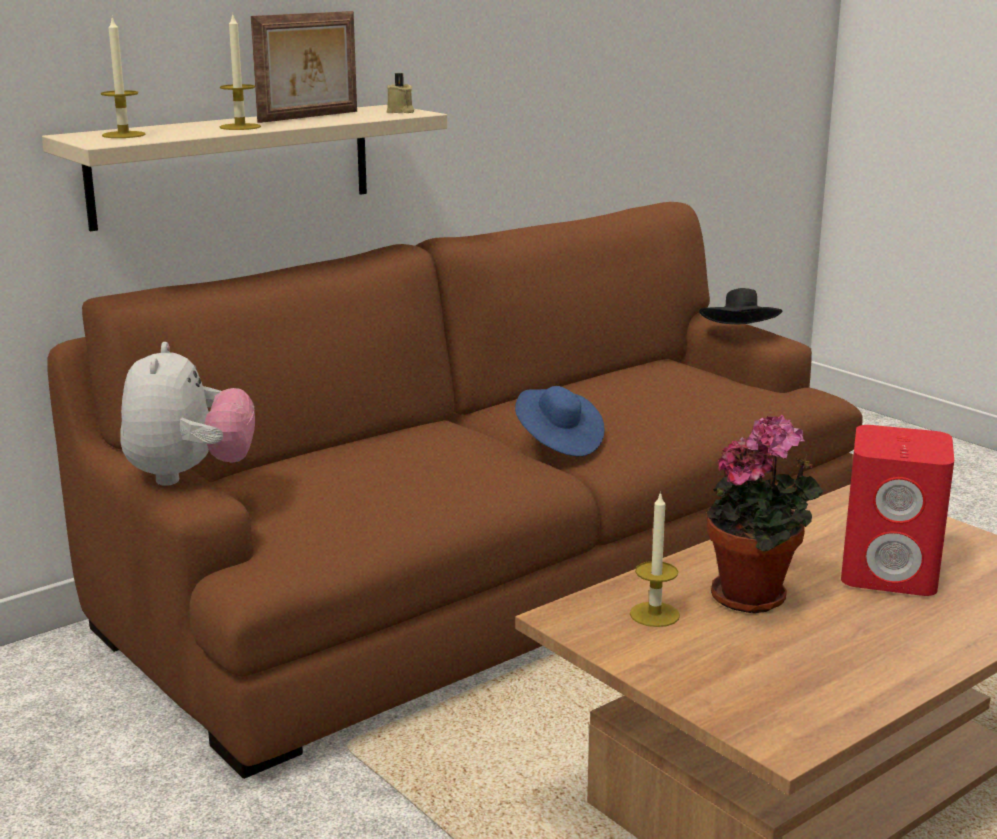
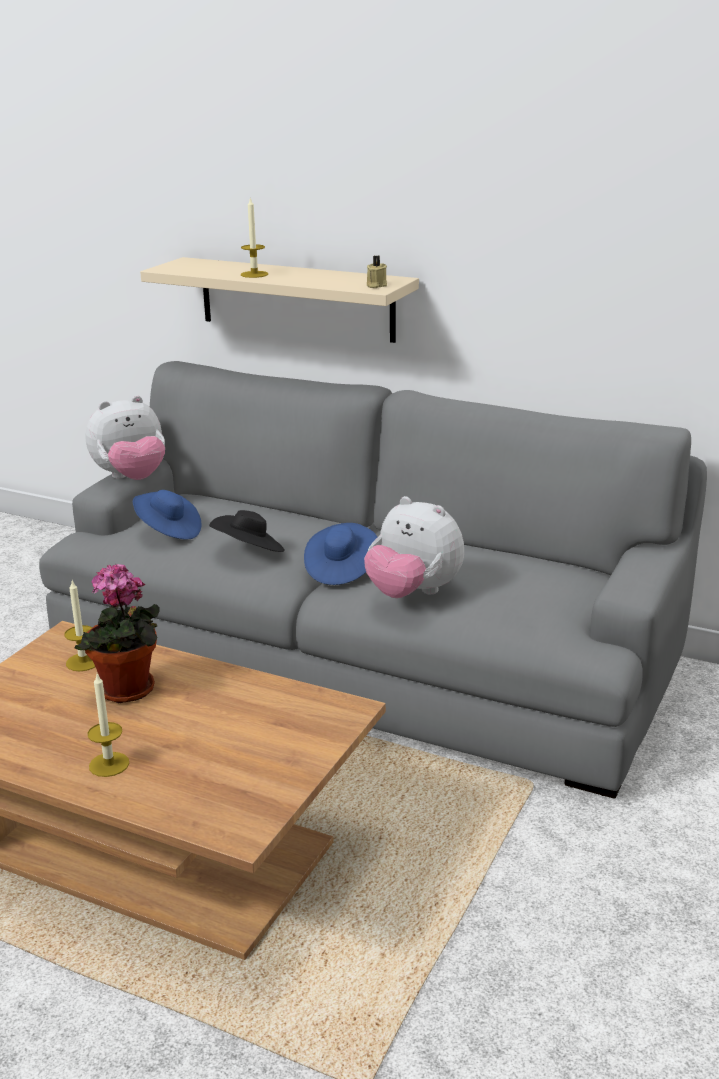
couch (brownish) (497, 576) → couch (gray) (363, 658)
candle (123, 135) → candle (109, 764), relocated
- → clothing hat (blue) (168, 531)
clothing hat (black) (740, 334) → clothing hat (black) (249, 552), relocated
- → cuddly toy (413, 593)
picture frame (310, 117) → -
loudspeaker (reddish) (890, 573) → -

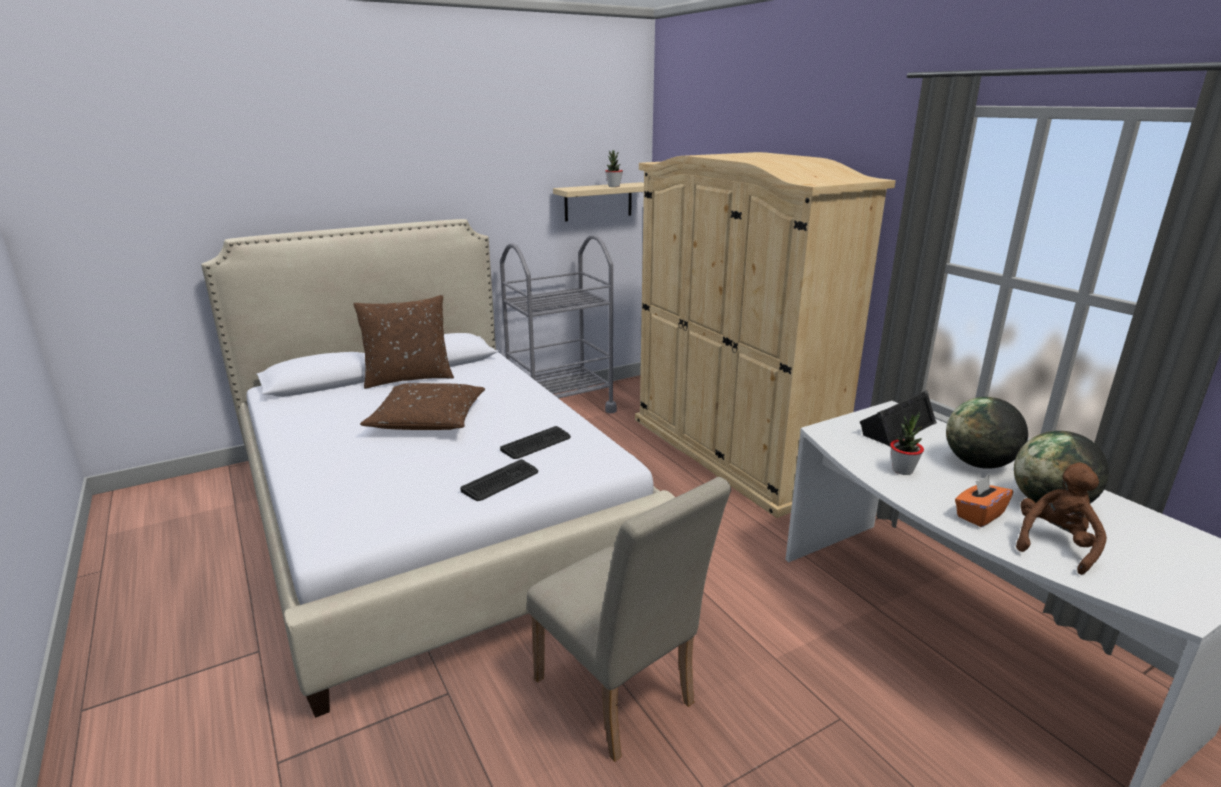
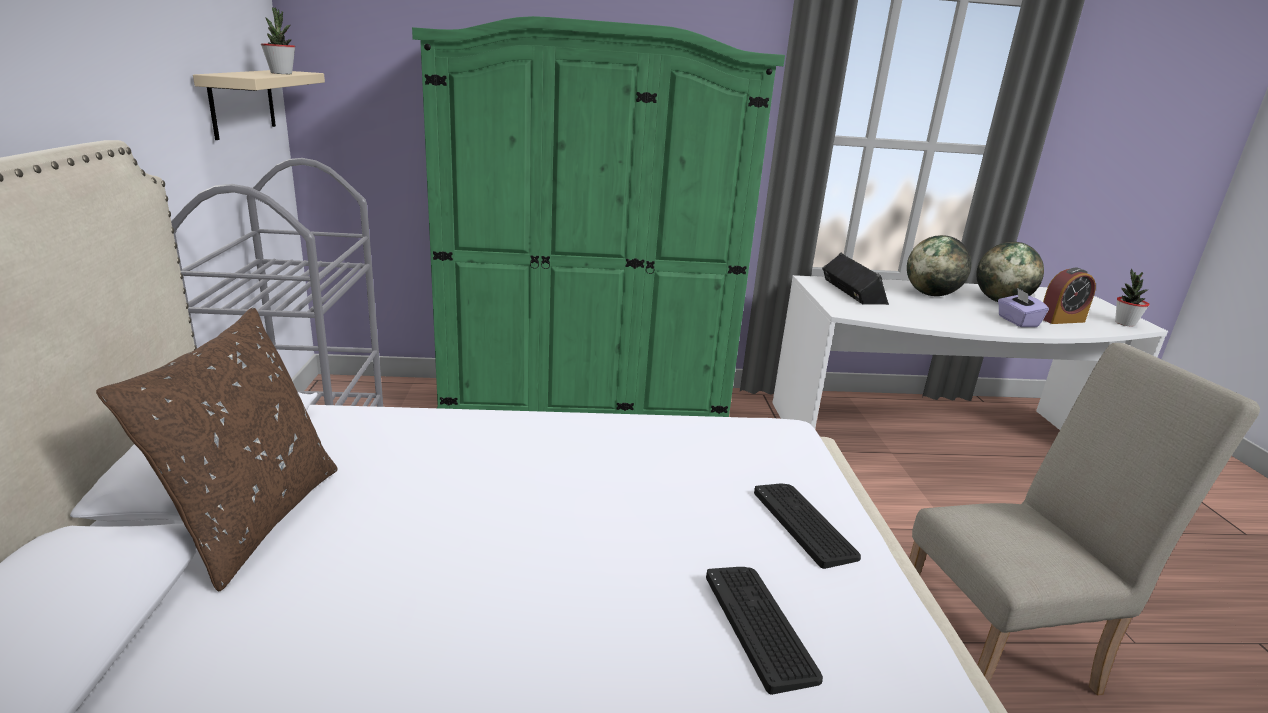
clothes cupboard (beige-coloured) (731, 452) → clothes cupboard (green-coloured) (585, 406)
computer keyboard (536, 444) → computer keyboard (760, 625), relocated
tissue holder (orangey) (979, 515) → tissue holder (purplish) (1017, 321)
cuddly toy (brownish) (1055, 545) → alarm clock (1061, 320)
houseplant (902, 470) → houseplant (1124, 323), relocated
throw pillow (brownish) (427, 419) → -

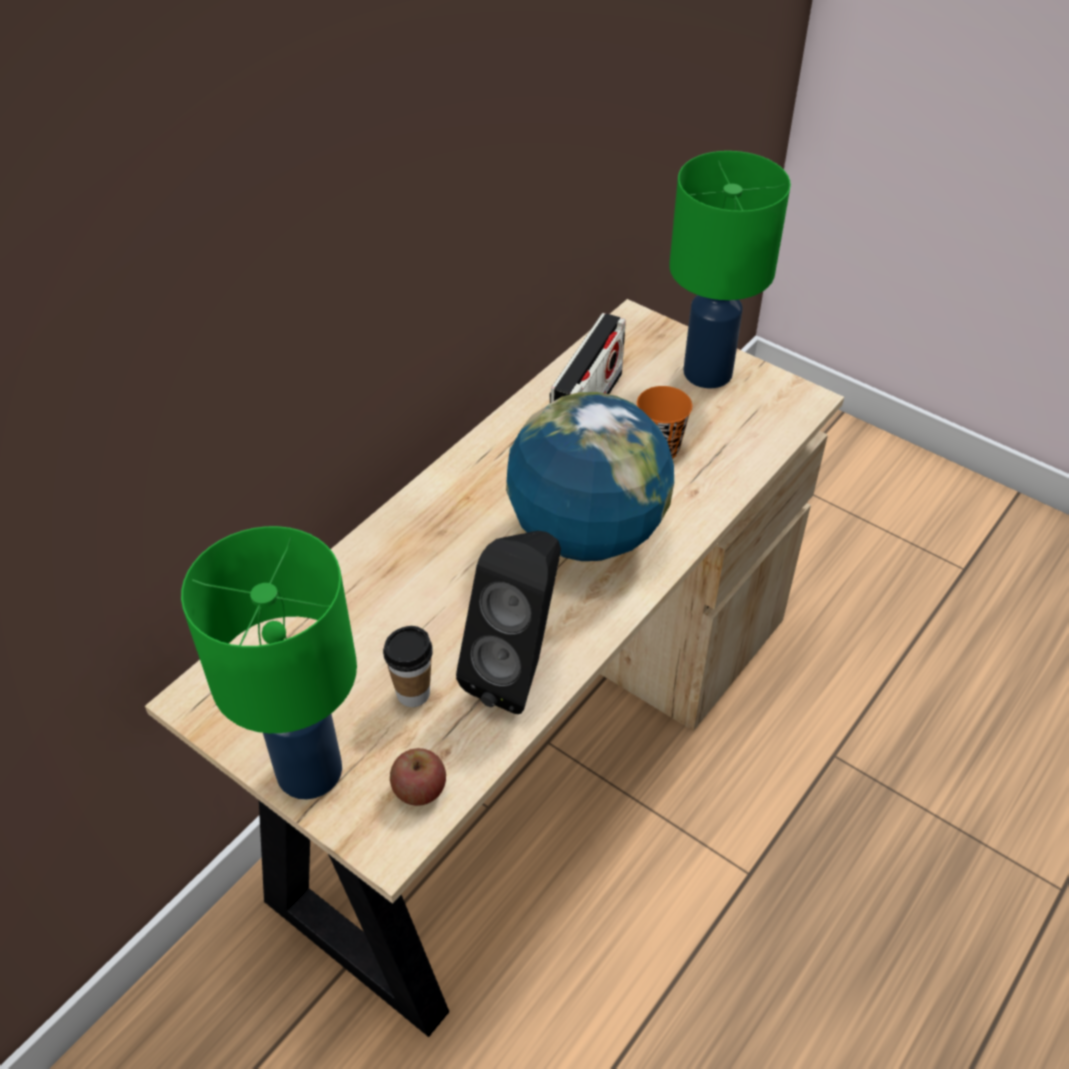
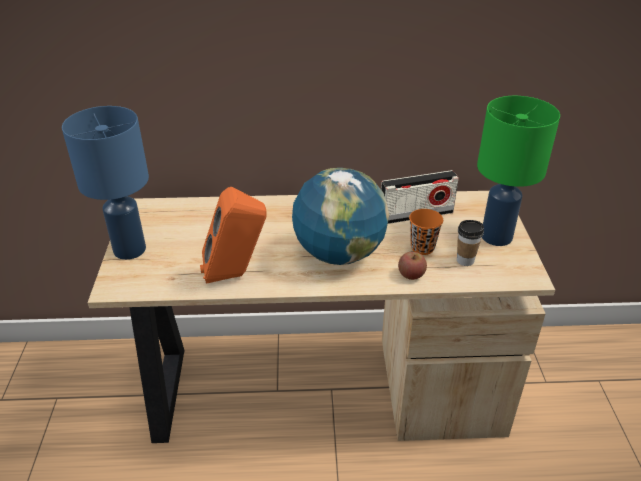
lamp for a table (green-coloured) (308, 769) → lamp for a table (blue) (130, 249)
loudspeaker (black) (518, 671) → loudspeaker (orangey) (236, 275)
apple fruit (419, 789) → apple fruit (411, 274), relocated
small cup (413, 693) → small cup (465, 260), relocated

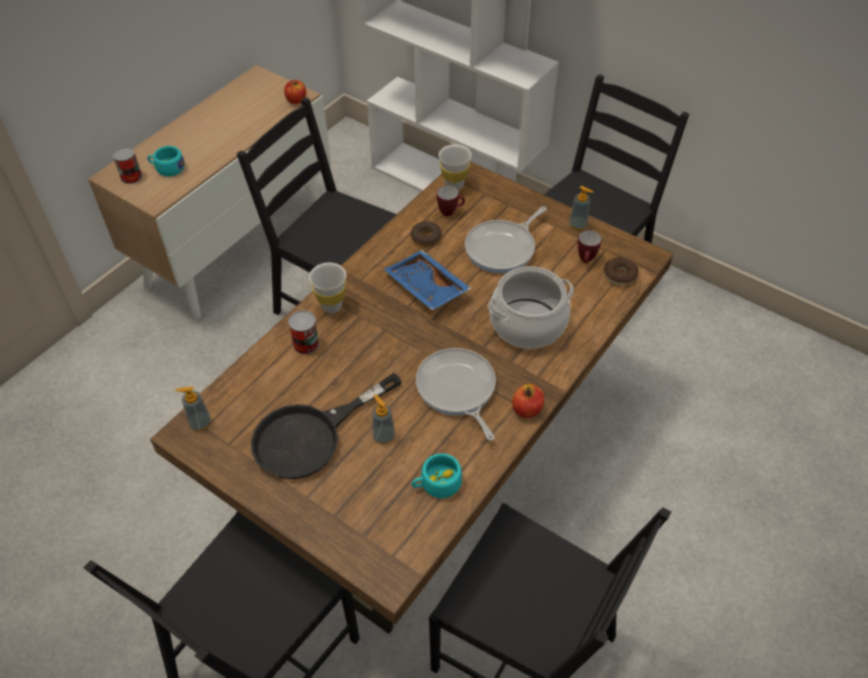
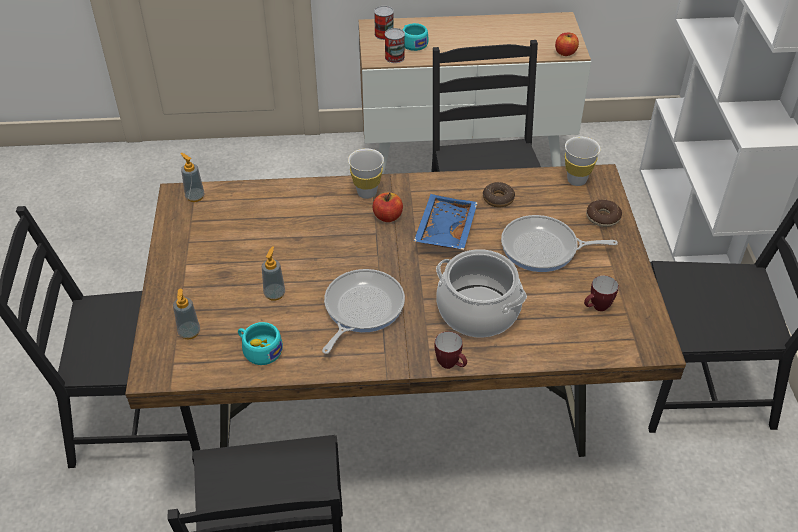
soap dispenser (578, 225) → soap dispenser (189, 332), relocated
apple fruit (527, 409) → apple fruit (387, 216), relocated
can (306, 344) → can (394, 57), relocated
tea mug (450, 212) → tea mug (451, 365), relocated
doughnut (620, 275) → doughnut (603, 217), relocated
pan (black) (311, 436) → -

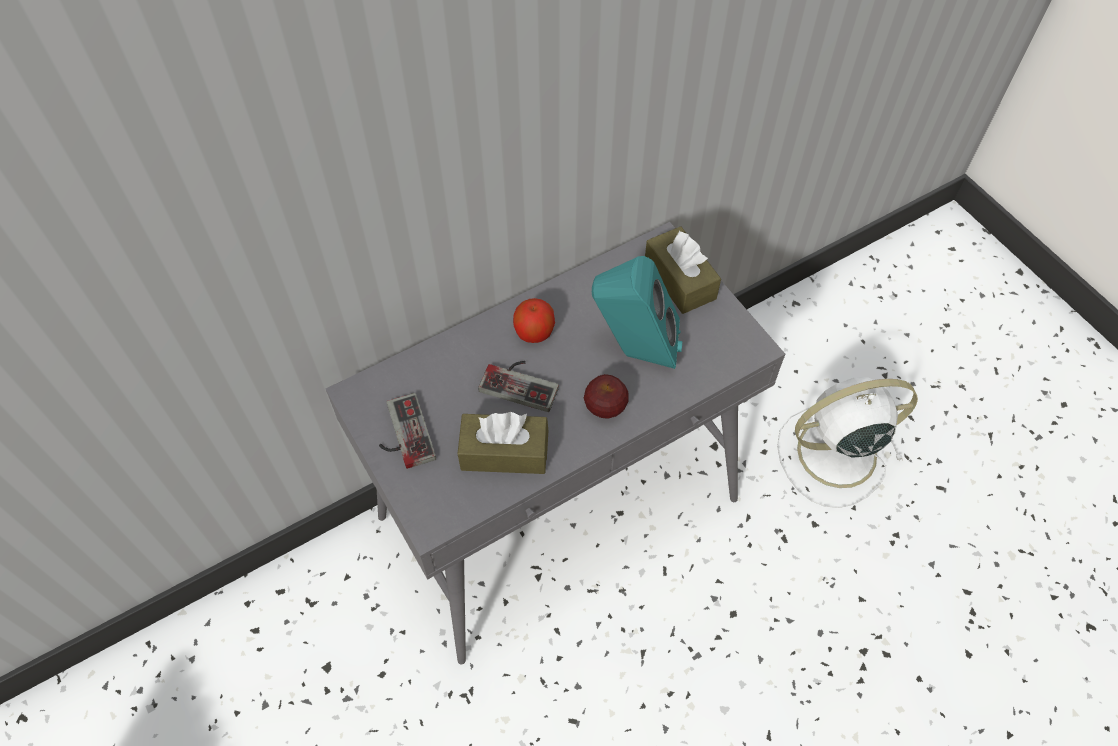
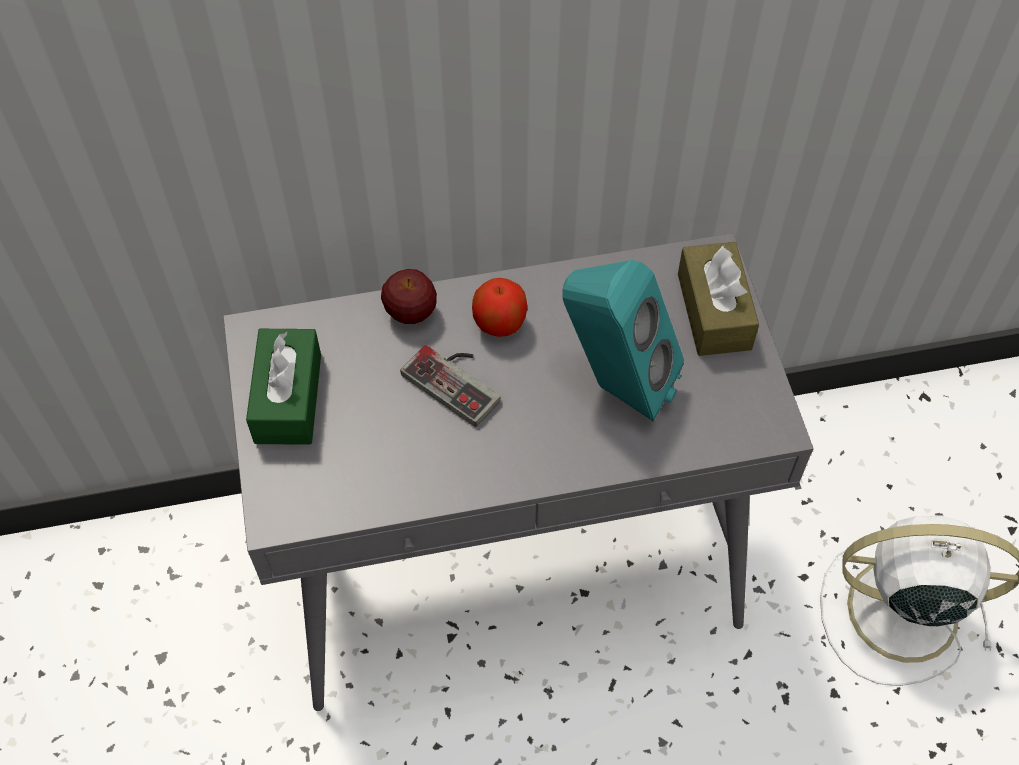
joypad (402, 434) → tissue holder (green-coloured) (288, 398)
apple fruit (605, 408) → apple fruit (411, 313), relocated
tissue holder (brownish) (504, 452) → -

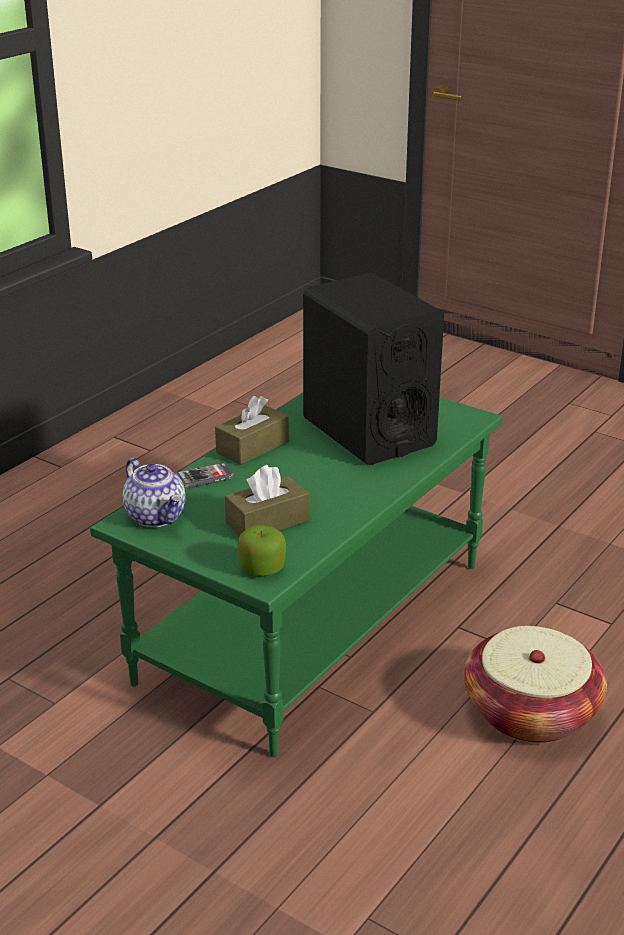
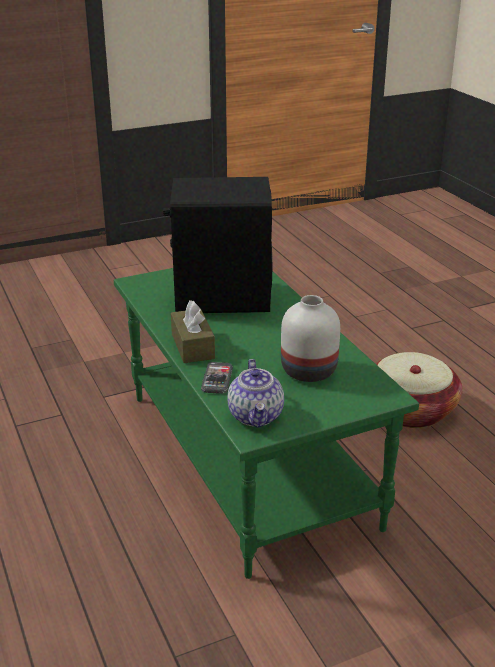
tea pot (156, 516) → tea pot (256, 416), 90 degrees clockwise
tissue holder (brownish) (267, 522) → flower vase (whitish) (310, 371)
apple fruit (262, 568) → -

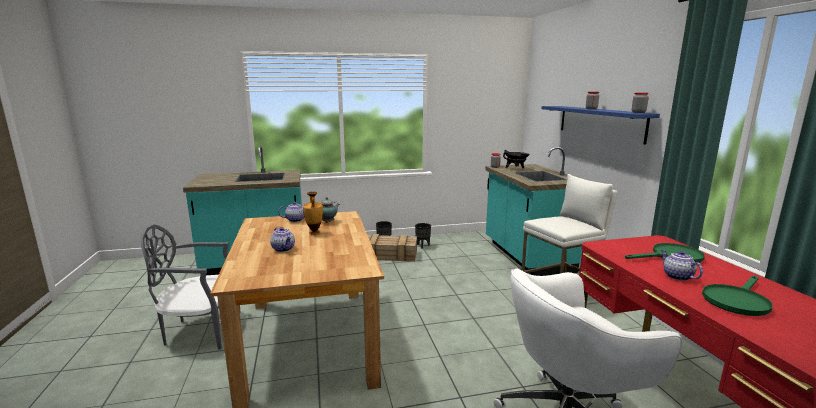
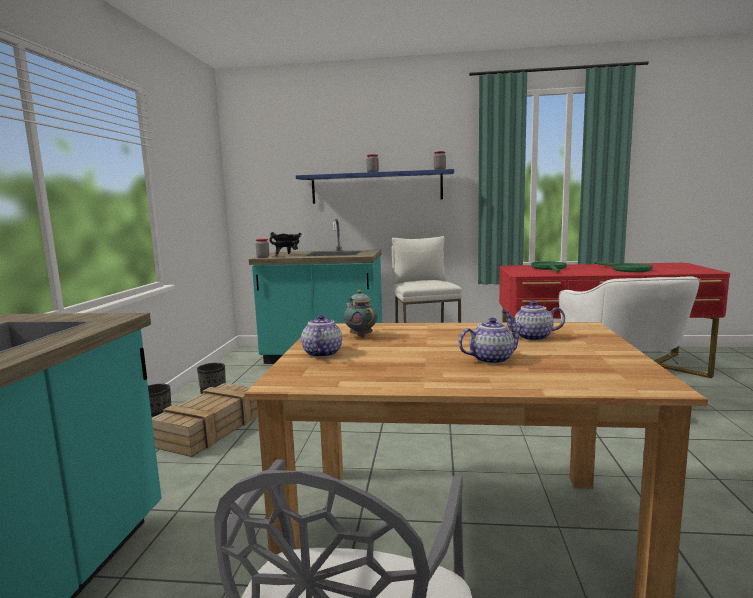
tea pot (676, 276) → tea pot (532, 337), relocated
flower vase (314, 233) → -

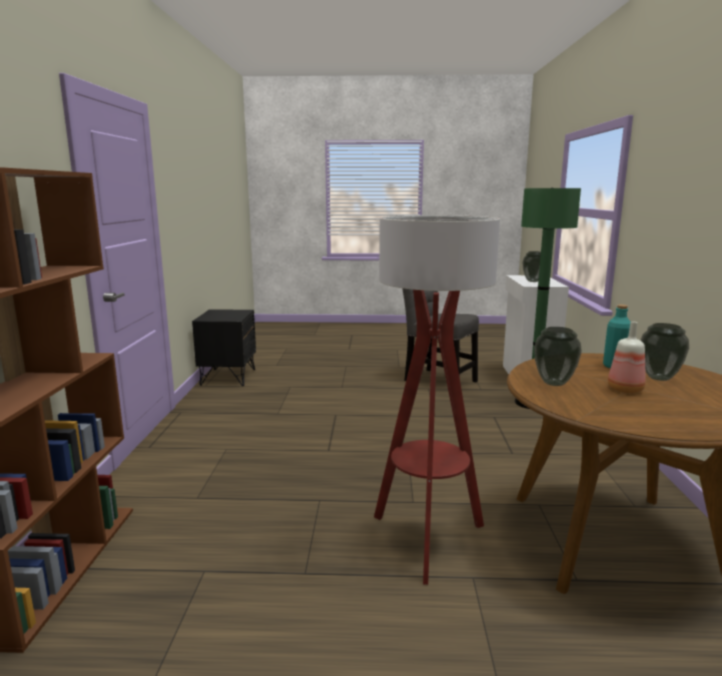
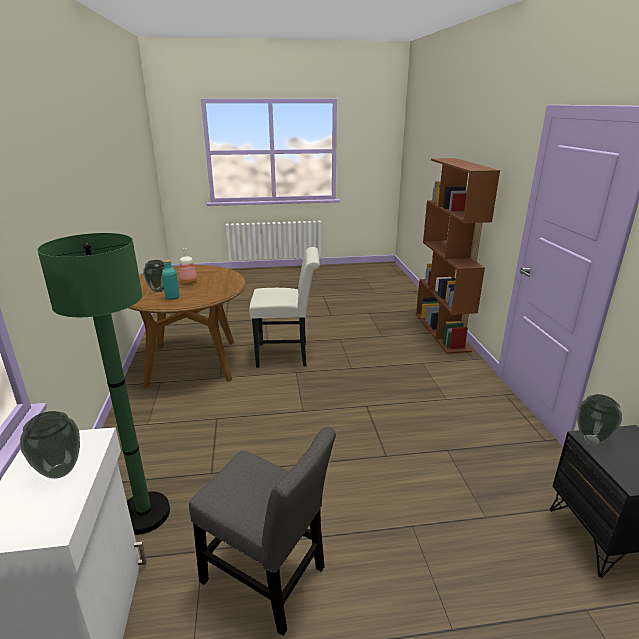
standing lamp (427, 539) → upright chair (whitish) (287, 354)
flower vase (554, 383) → flower vase (591, 439), relocated

